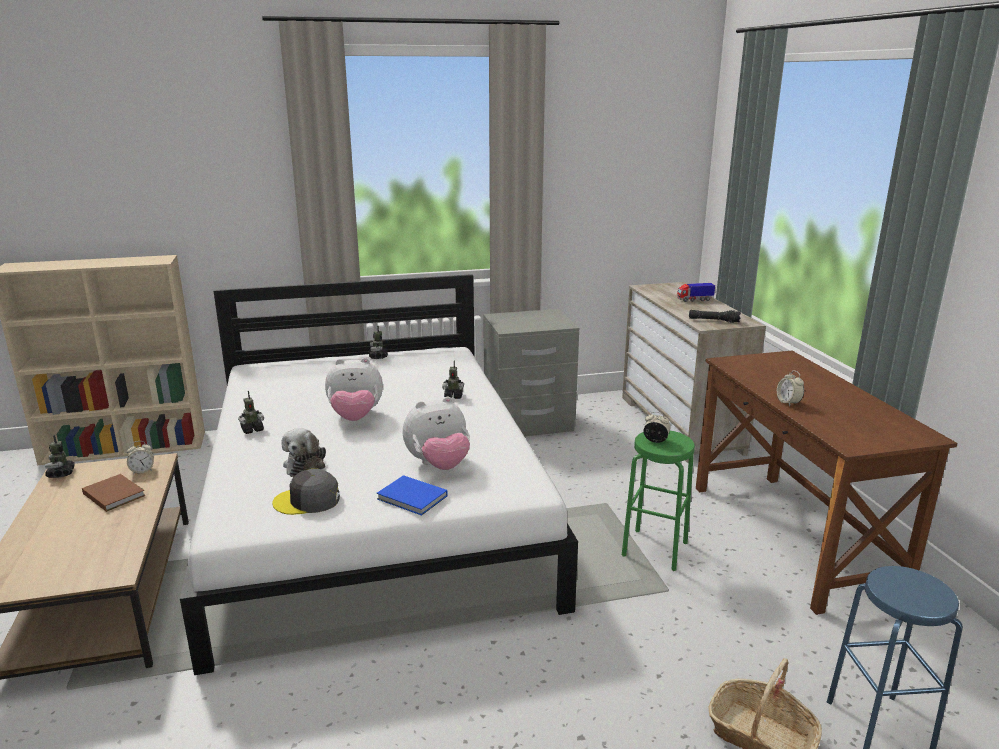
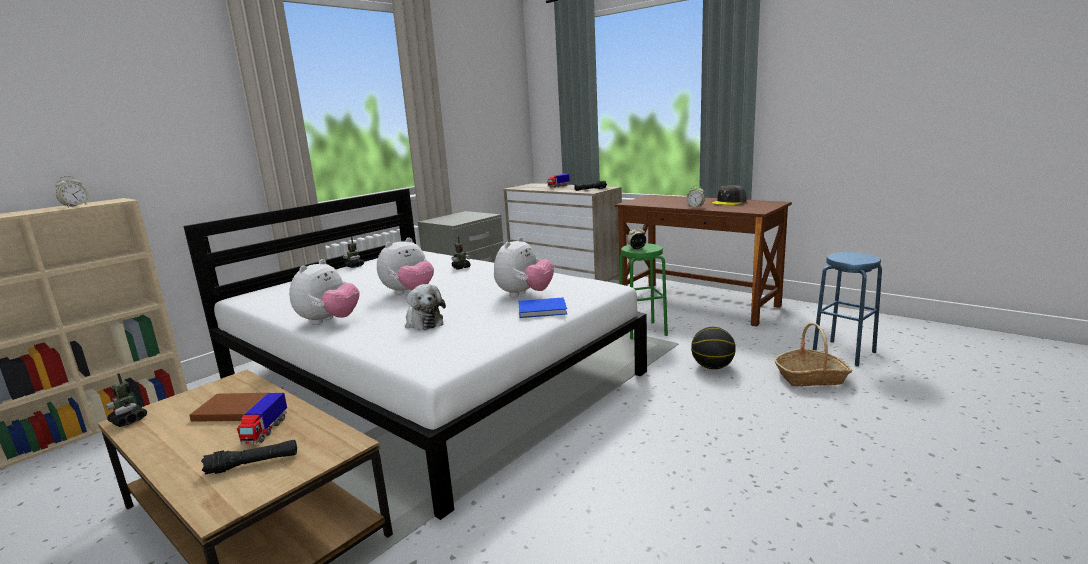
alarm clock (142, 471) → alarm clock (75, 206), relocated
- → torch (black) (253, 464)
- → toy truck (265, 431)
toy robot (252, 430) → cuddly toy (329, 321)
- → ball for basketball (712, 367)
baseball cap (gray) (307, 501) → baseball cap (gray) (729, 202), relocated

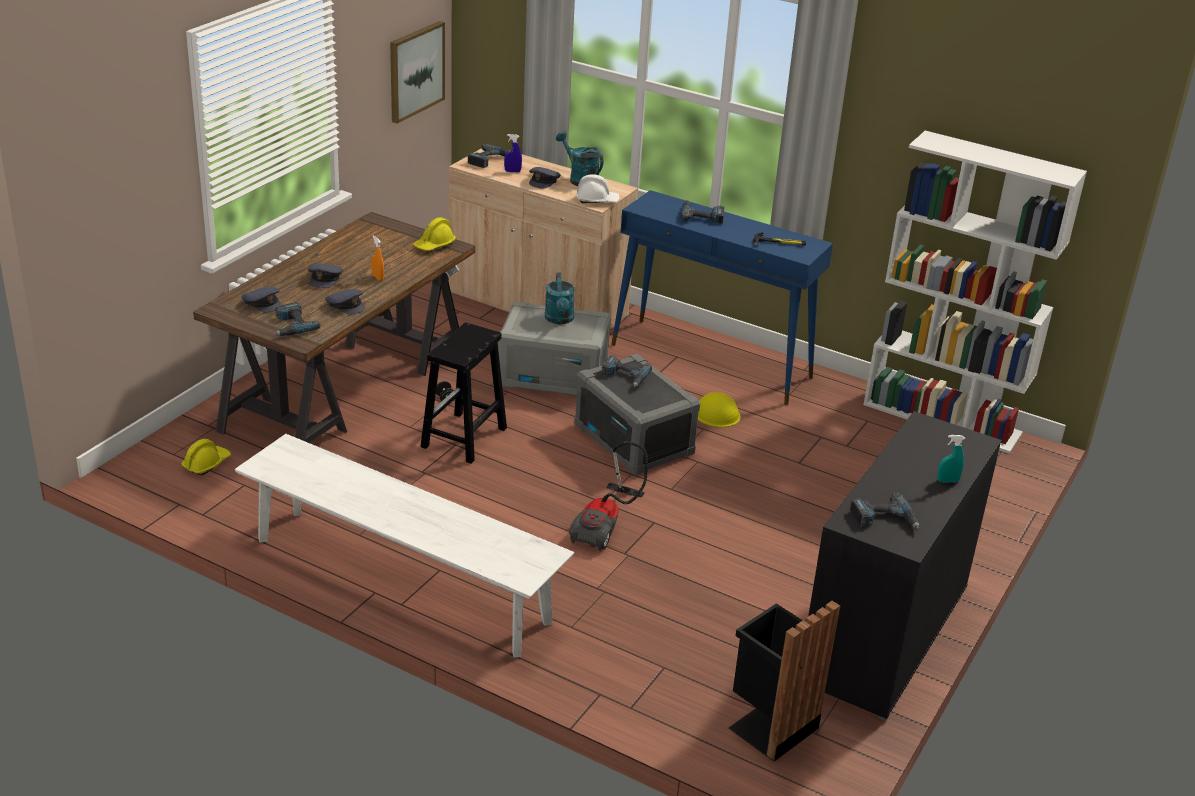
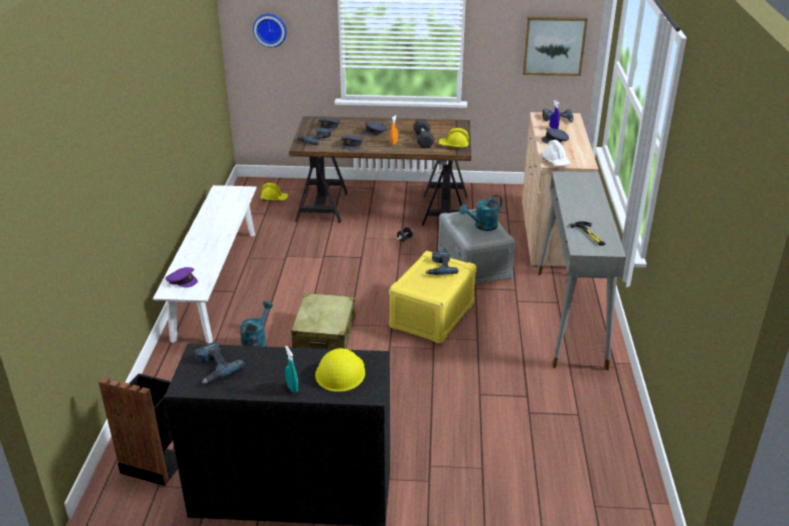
- → baseball cap (purplish) (182, 281)
watering pot (turquoise) (580, 179) → watering pot (turquoise) (256, 343), relocated
- → hanging clock (270, 29)
vacuum cleaner (606, 525) → travel case (beige-coloured) (325, 333)
work helmet (yellow-coloured) (714, 414) → work helmet (yellow-coloured) (340, 372), relocated
storage container (gray) (634, 440) → storage container (yellow-coloured) (432, 316)
- → hand weight (gray) (423, 140)
narrow table (blue) (712, 361) → narrow table (gray) (570, 318)
stool (black) (463, 438) → -
electric drill (702, 216) → -
bookcase (whitish) (943, 419) → -

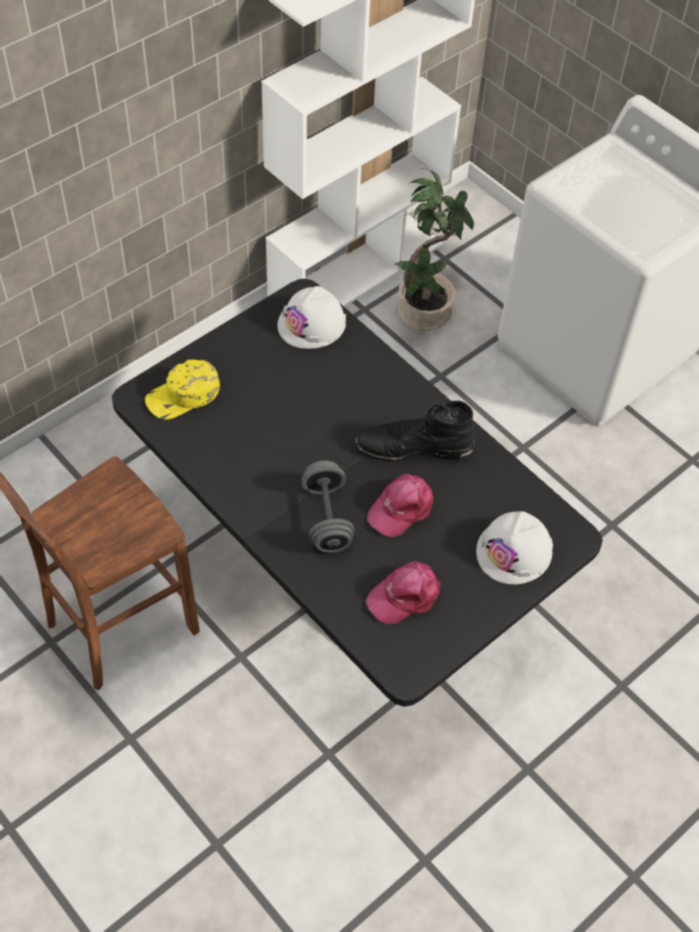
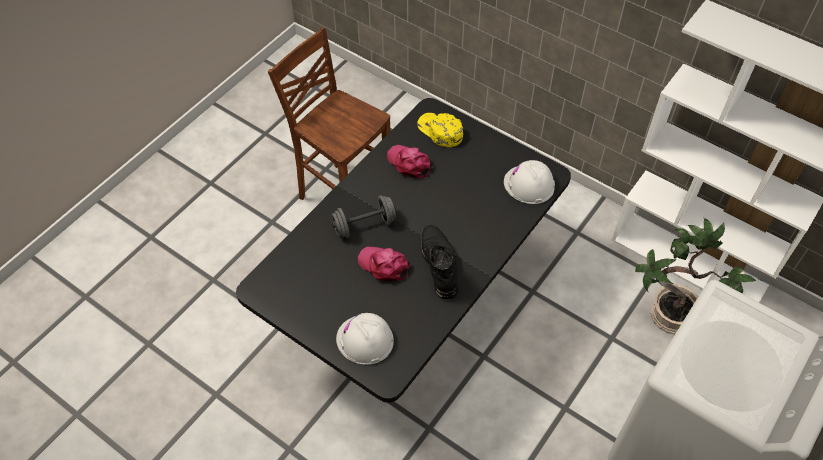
baseball cap (pink) (405, 595) → baseball cap (pink) (409, 163), relocated

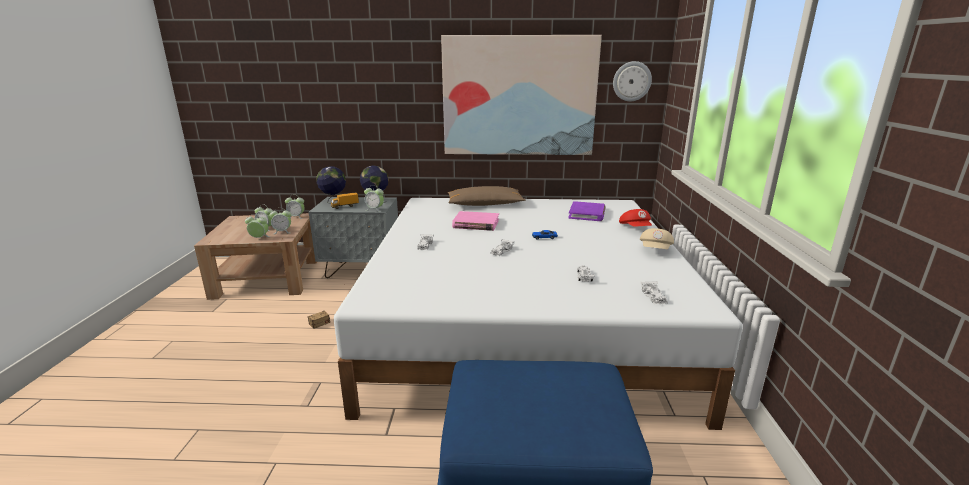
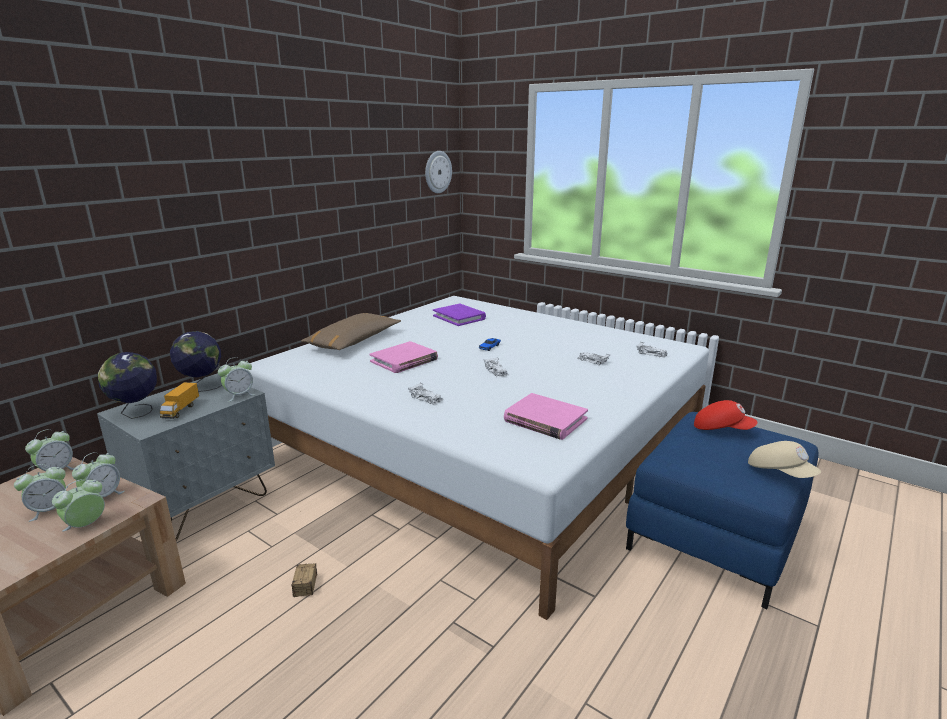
- → volume (pink) (545, 420)
baseball cap (reddish) (635, 228) → baseball cap (reddish) (722, 429), relocated
baseball cap (beige-coloured) (655, 250) → baseball cap (beige-coloured) (780, 473), relocated
picture (519, 96) → -

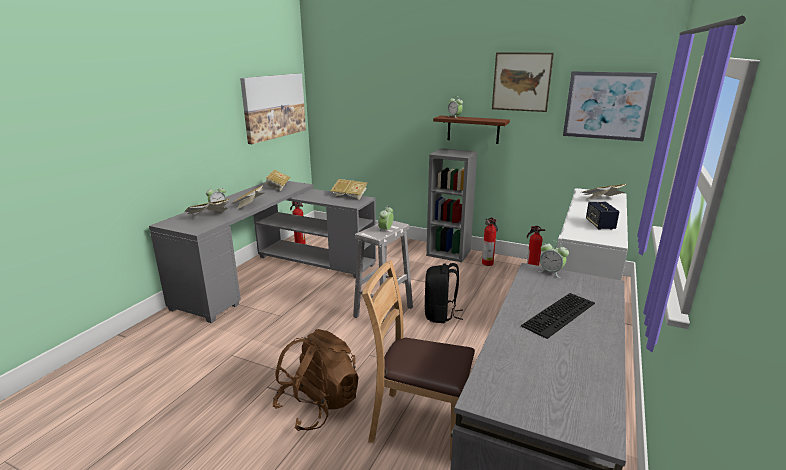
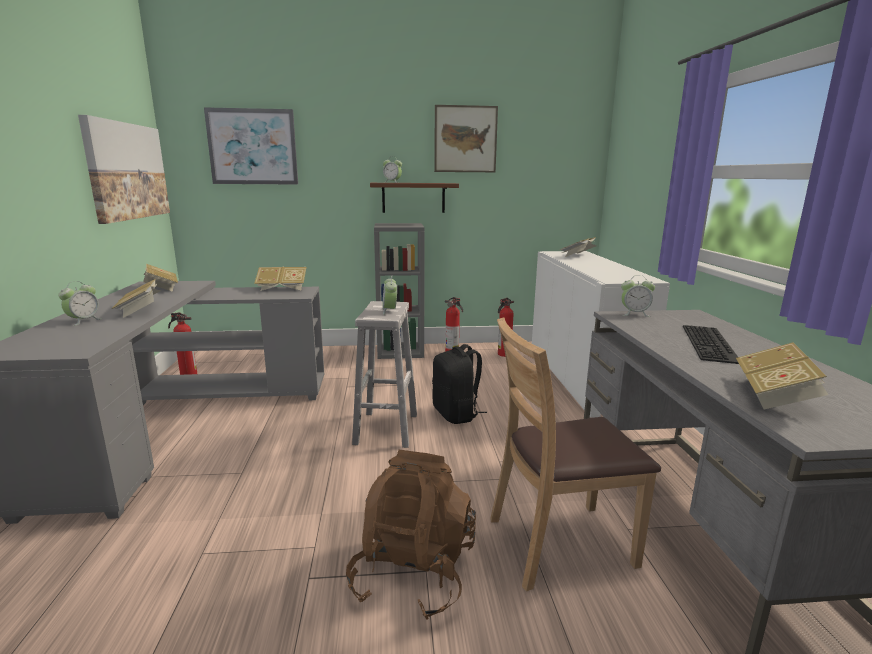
picture (607, 105) → picture (253, 147), relocated
volume (209, 217) → volume (773, 395), relocated
loudspeaker (600, 225) → -

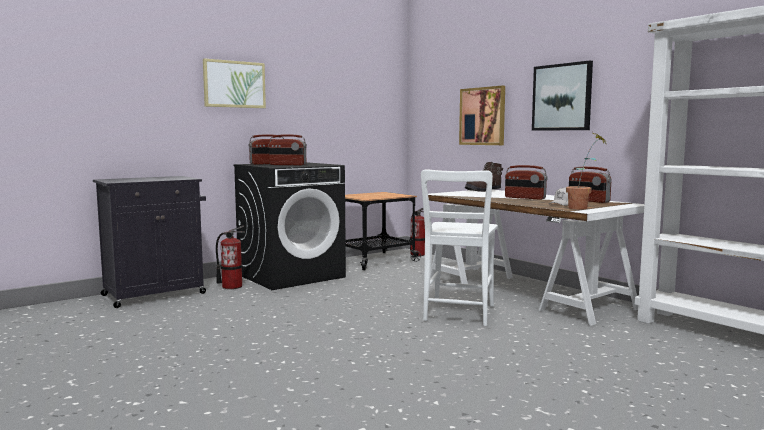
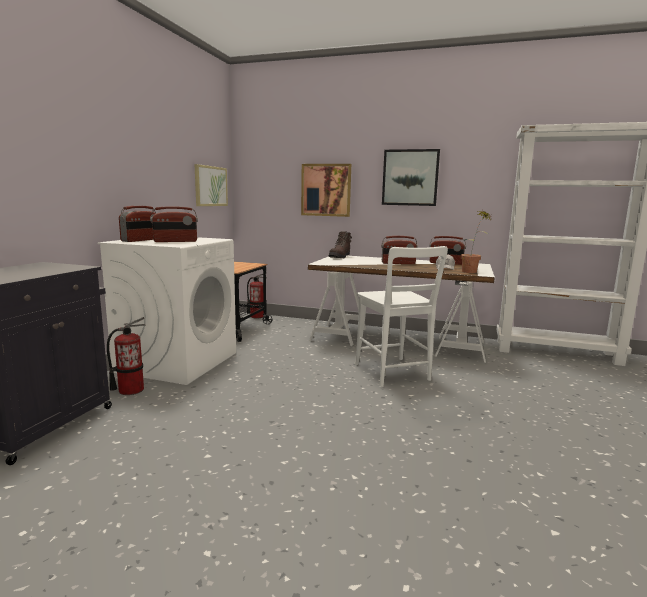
laundry appliance (black) (291, 276) → laundry appliance (whitish) (178, 362)
picture (234, 84) → picture (210, 186), relocated

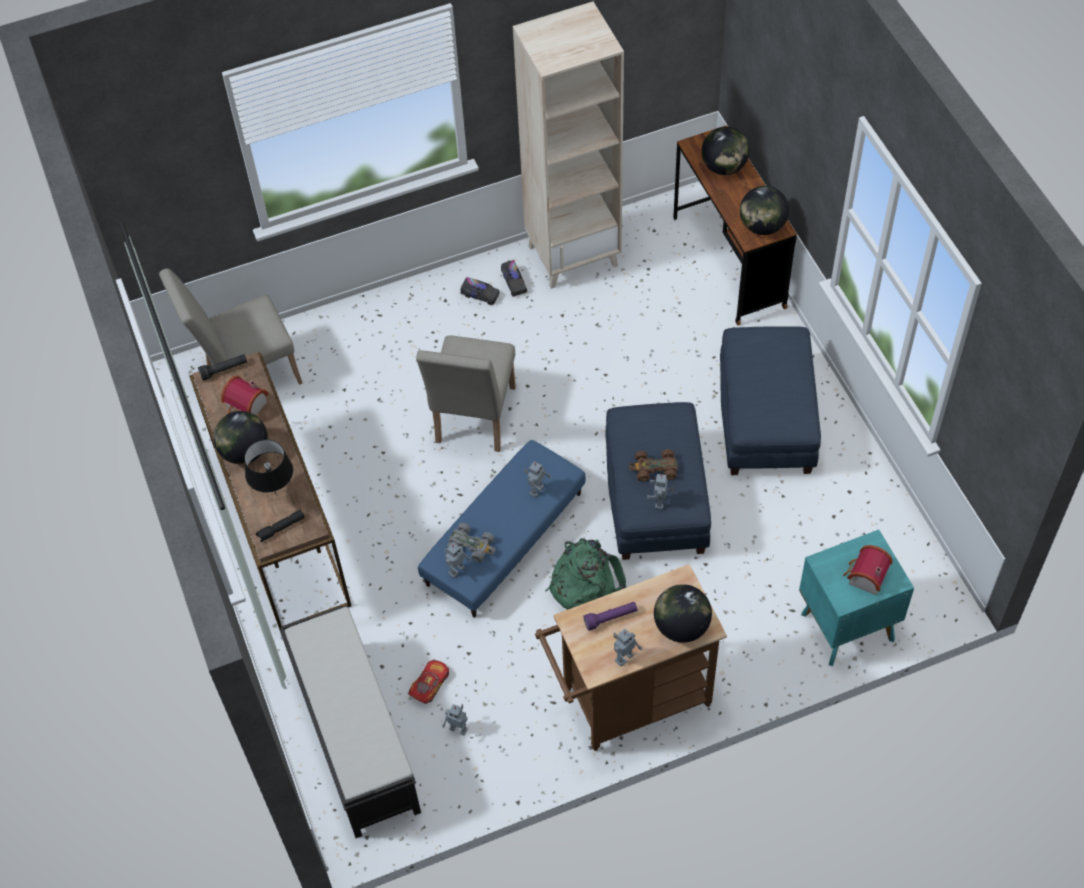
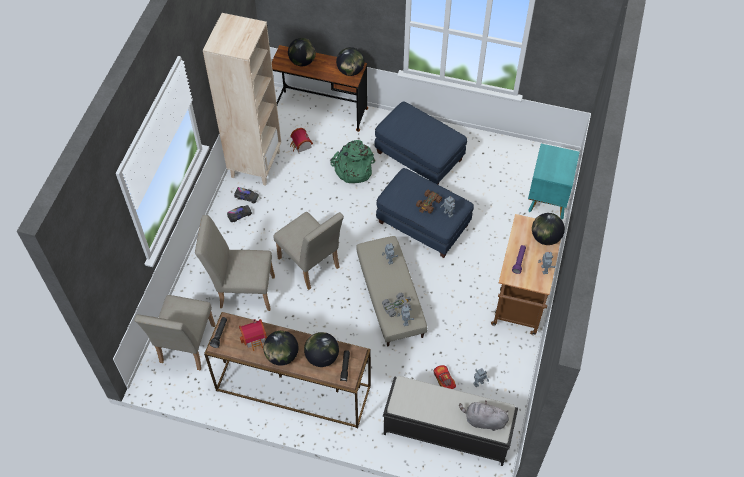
- → upright chair (beige-coloured) (242, 290)
model house (864, 578) → model house (301, 146), relocated
lamp for a table (black) (276, 494) → world globe (322, 357)
backpack (green-coloured) (585, 583) → backpack (green-coloured) (352, 169), relocated
footrest (blue) (504, 538) → footrest (beige-coloured) (390, 297)
- → cuddly toy (gray) (483, 420)

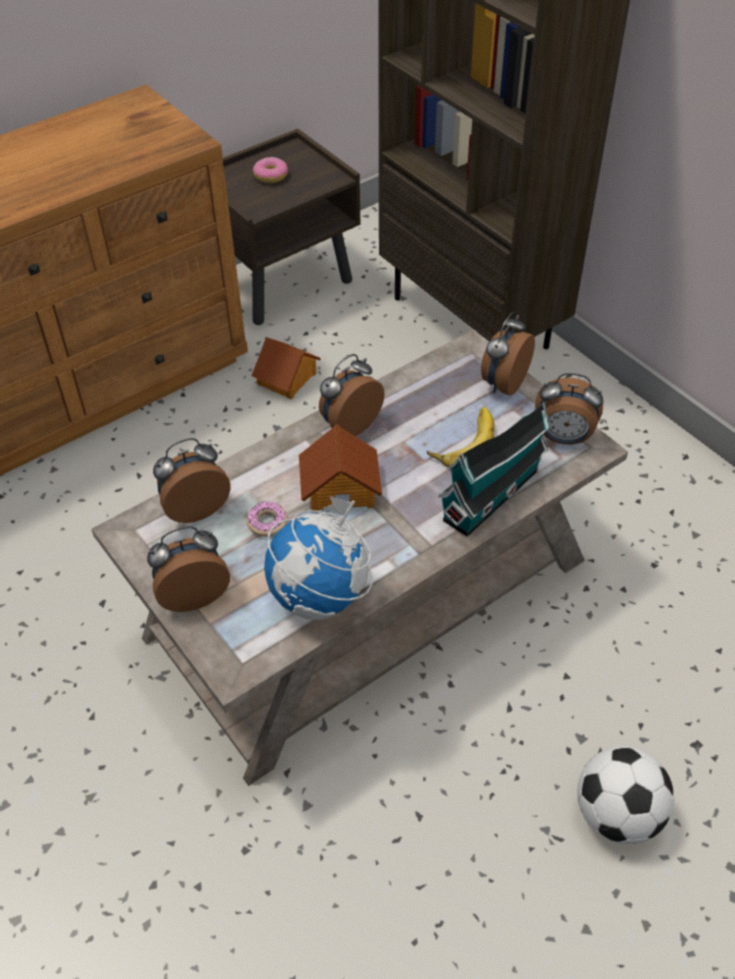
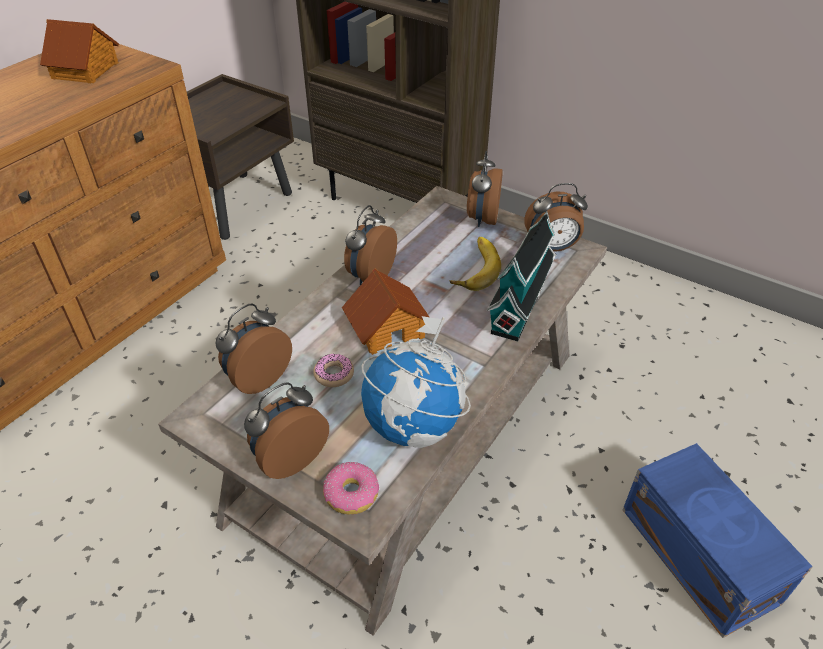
model house (287, 379) → model house (86, 70), relocated
doughnut (271, 176) → doughnut (352, 494), relocated
football (617, 814) → storage container (blue) (698, 552)

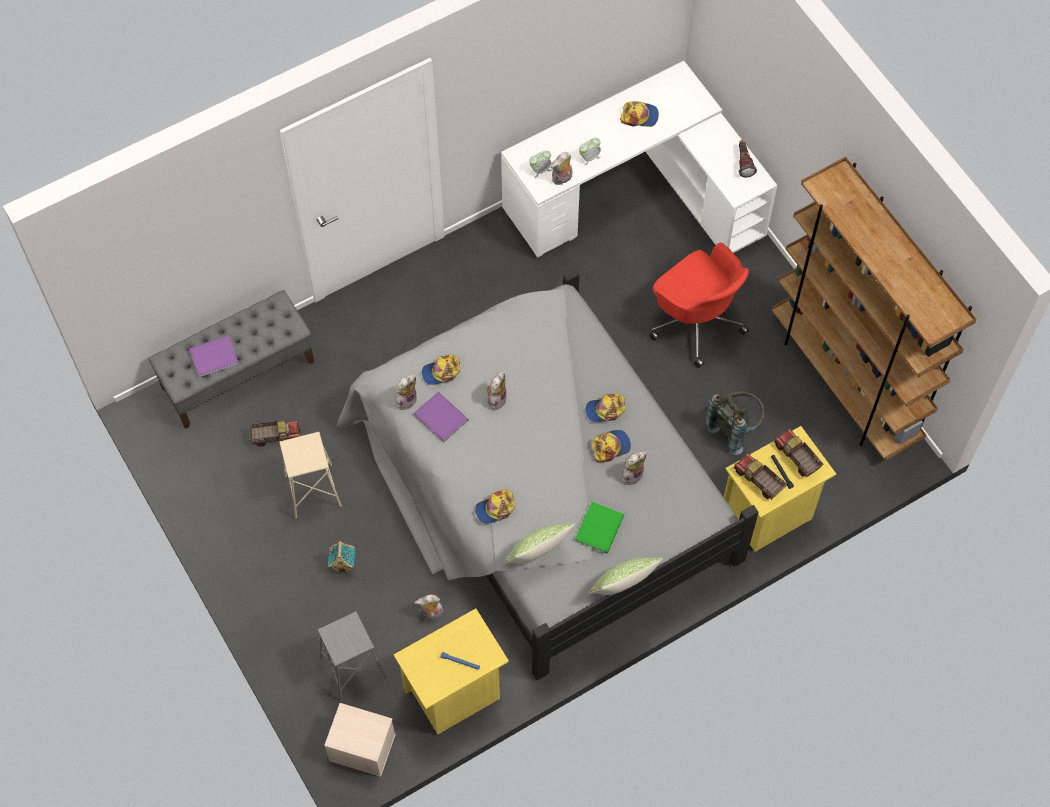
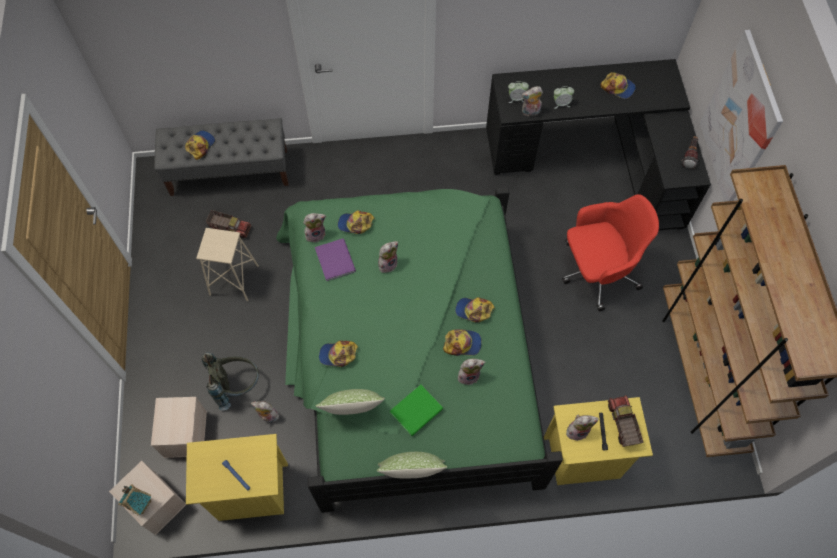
model house (343, 565) → model house (142, 504), relocated
stool (gray) (352, 668) → storage container (beige-coloured) (185, 433)
volume (purplish) (212, 356) → baseball cap (200, 145)
backpack (gray) (734, 427) → backpack (gray) (237, 386), relocated
bedroom bed (gray) (540, 487) → bedroom bed (green-coloured) (407, 352)
desk unit (whitish) (637, 196) → desk unit (black) (595, 159)
office chair (reddish) (695, 321) → office chair (reddish) (596, 272), 90 degrees counterclockwise
toy truck (758, 481) → cuddly toy (577, 430)
- → picture (740, 121)

